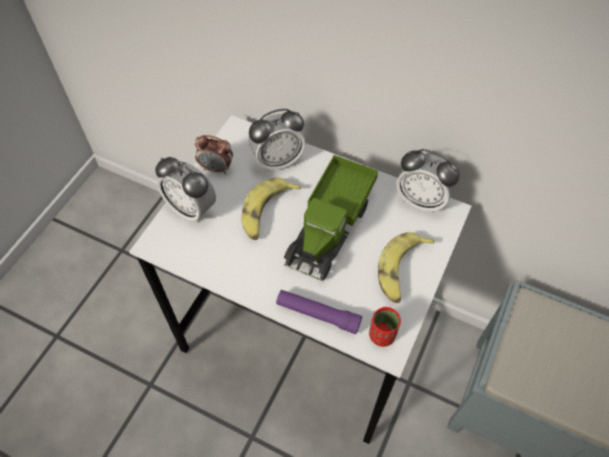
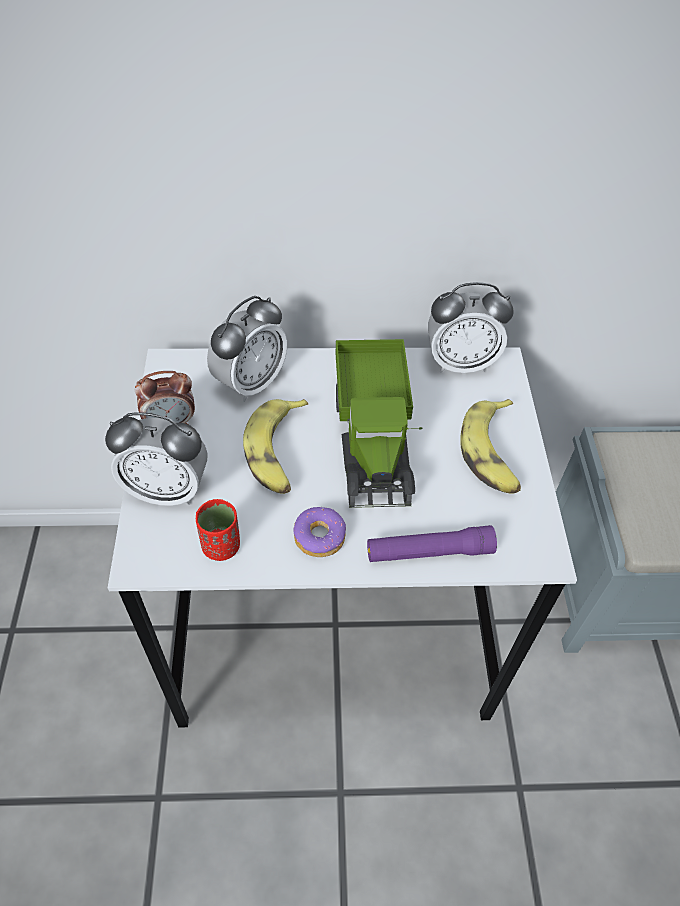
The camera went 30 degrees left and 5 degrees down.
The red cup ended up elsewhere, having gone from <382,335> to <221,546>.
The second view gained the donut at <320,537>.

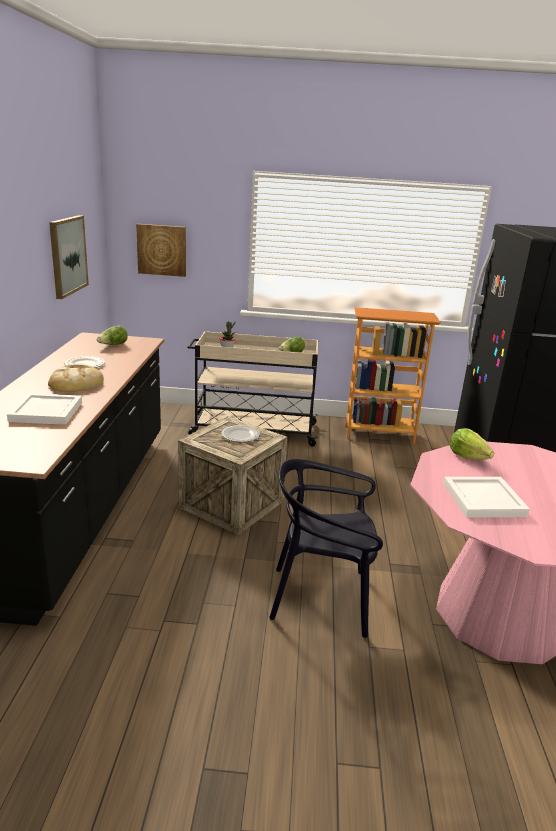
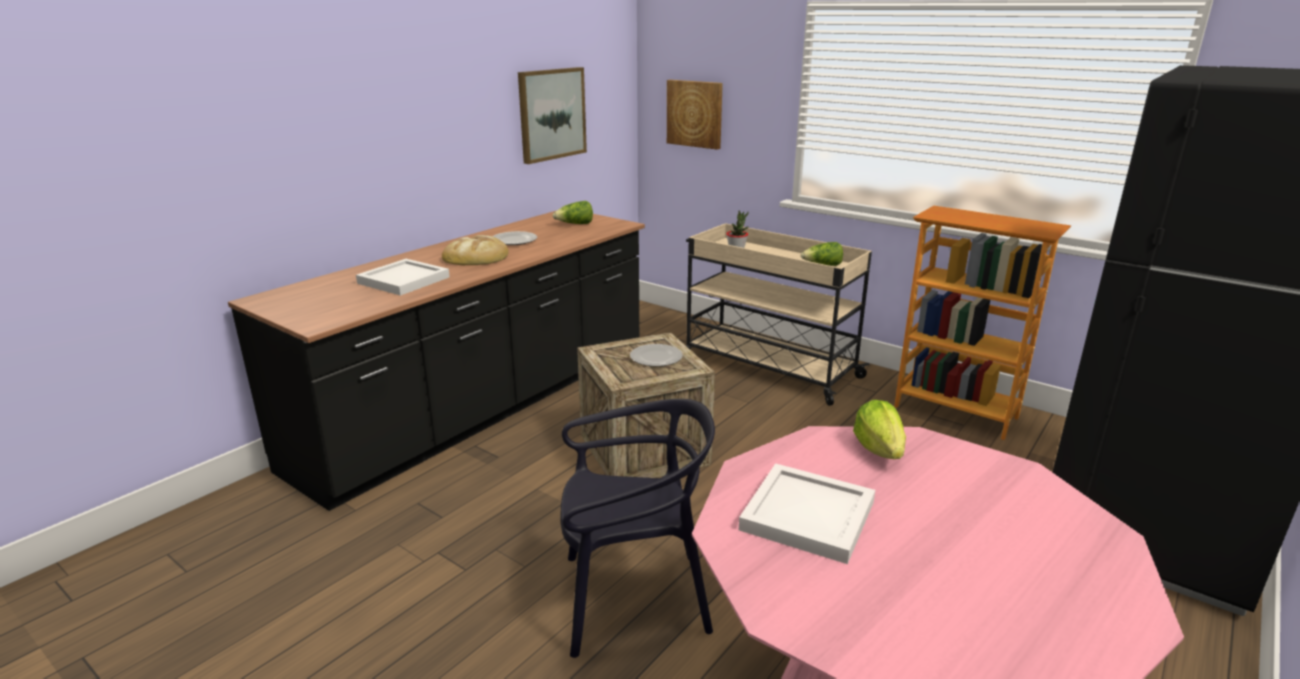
The camera went 35 degrees right and 0 degrees up.
The black chair at <321,598> ended up facing another way, 135 degrees clockwise from before.

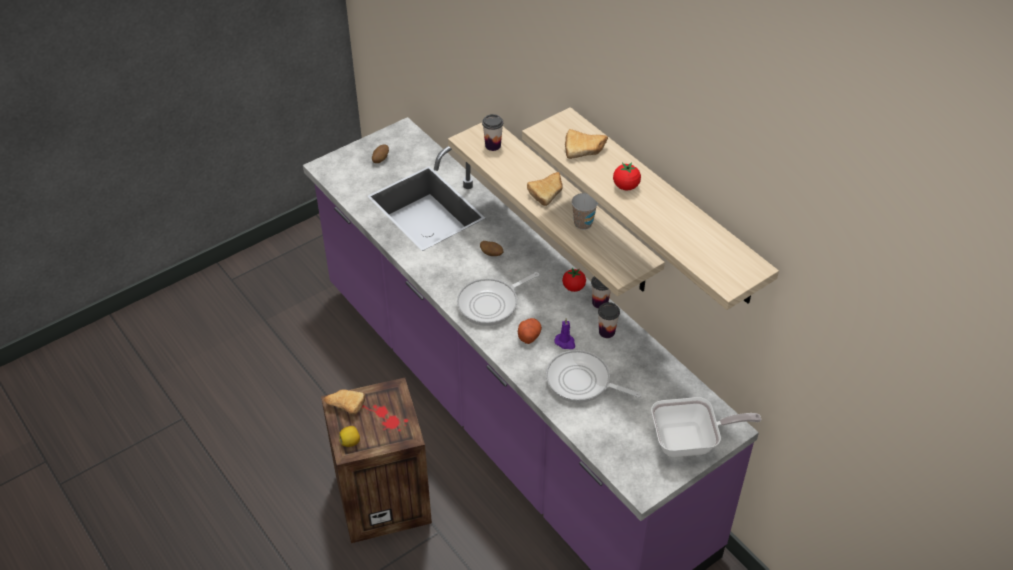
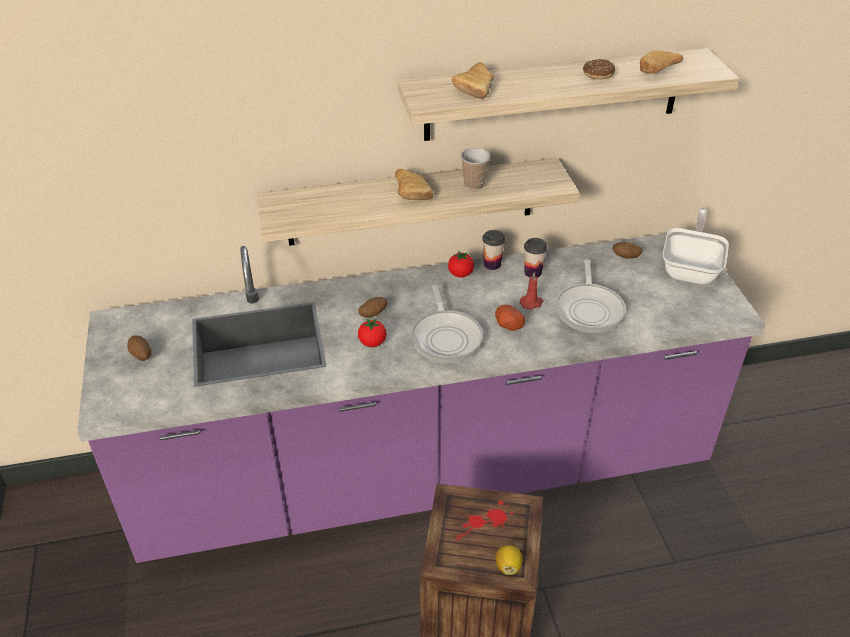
The camera went 65 degrees left and 5 degrees down.
The bread ended up elsewhere, having gone from <344,405> to <655,72>.
The second view lost the cup at <493,145>.
The frying pan at <582,382> ended up facing another way, 45 degrees counterclockwise from before.
What was the purple candle at <565,342> turned into the red candle at <531,303>.
The tomato ended up elsewhere, having gone from <626,186> to <372,343>.
The second view gained the donut at <598,74>.
The second view gained the potato at <625,257>.

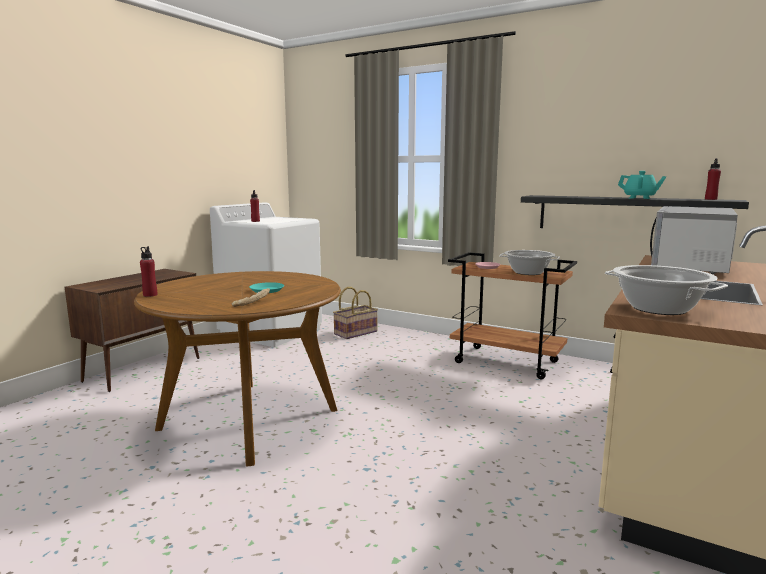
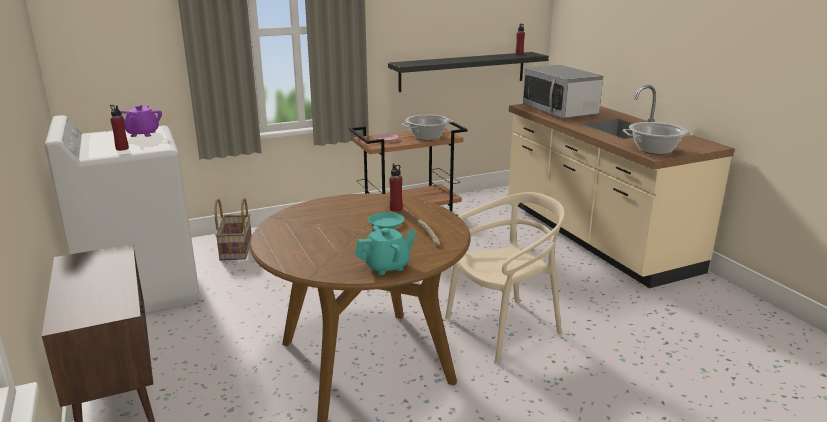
The camera went 55 degrees left and 10 degrees up.
The red bottle ended up elsewhere, having gone from <150,295> to <396,209>.
The turquoise teapot ended up elsewhere, having gone from <639,198> to <386,266>.
The second view gained the purple teapot at <143,134>.
The second view gained the beige chair at <503,328>.

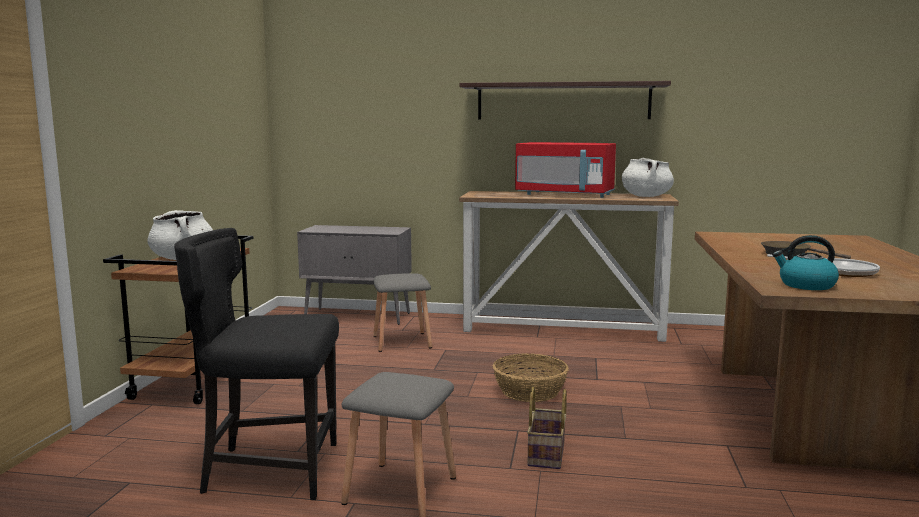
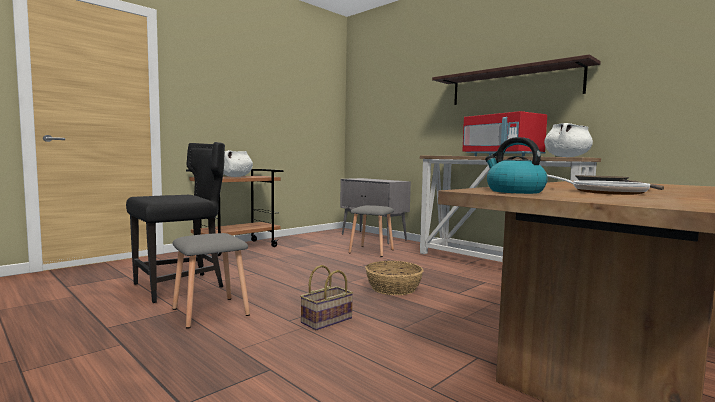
The camera went 35 degrees right and 5 degrees down.
The black chair at <269,469> ended up facing another way, 105 degrees clockwise from before.

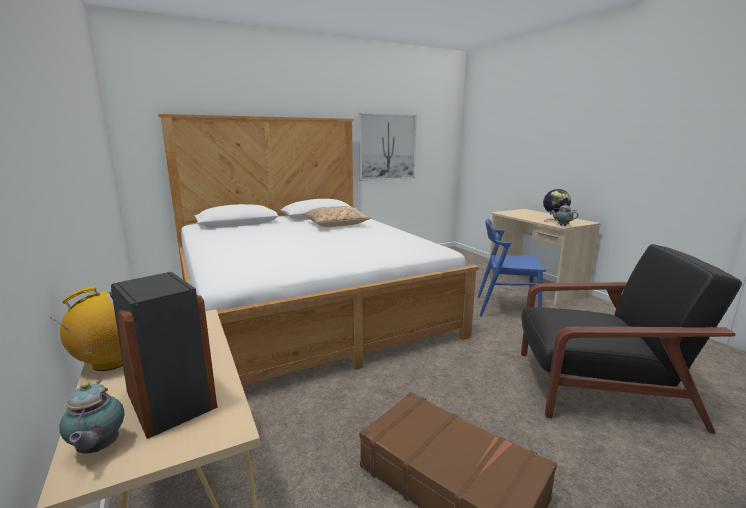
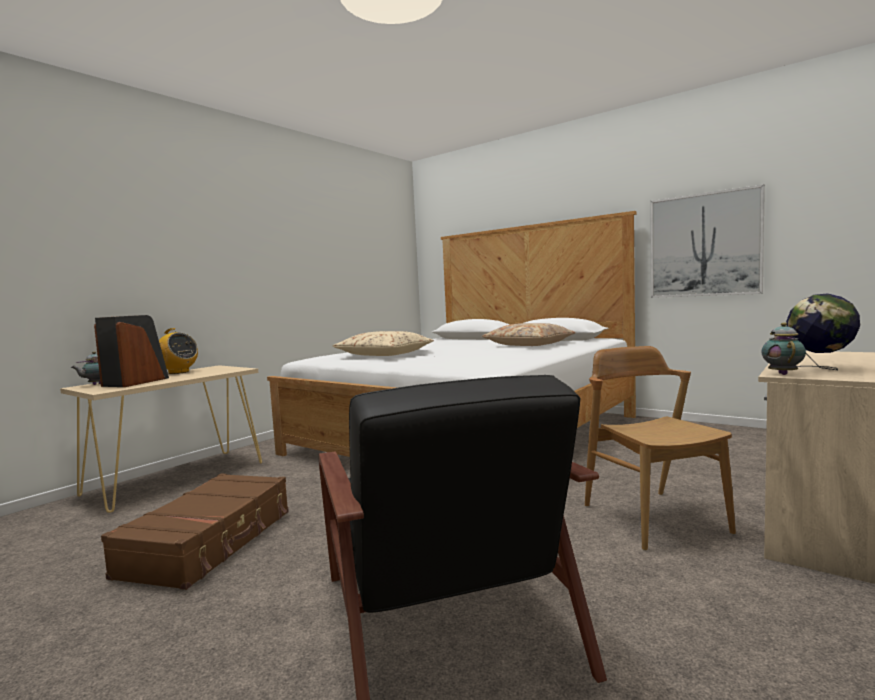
The camera went 65 degrees right and 10 degrees down.
What was the blue chair at <506,308> turned into the brown chair at <654,518>.
The second view gained the beige pillow at <384,354>.

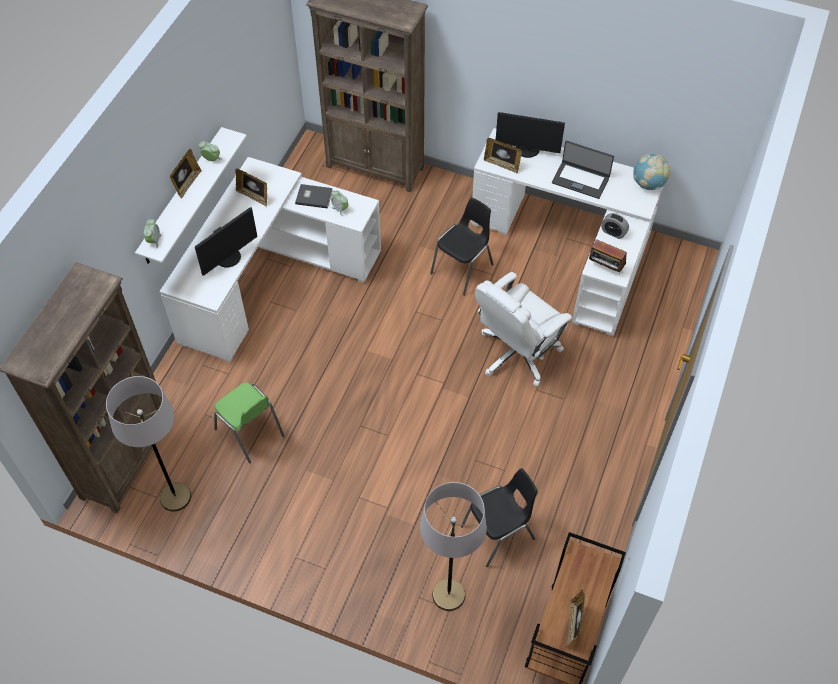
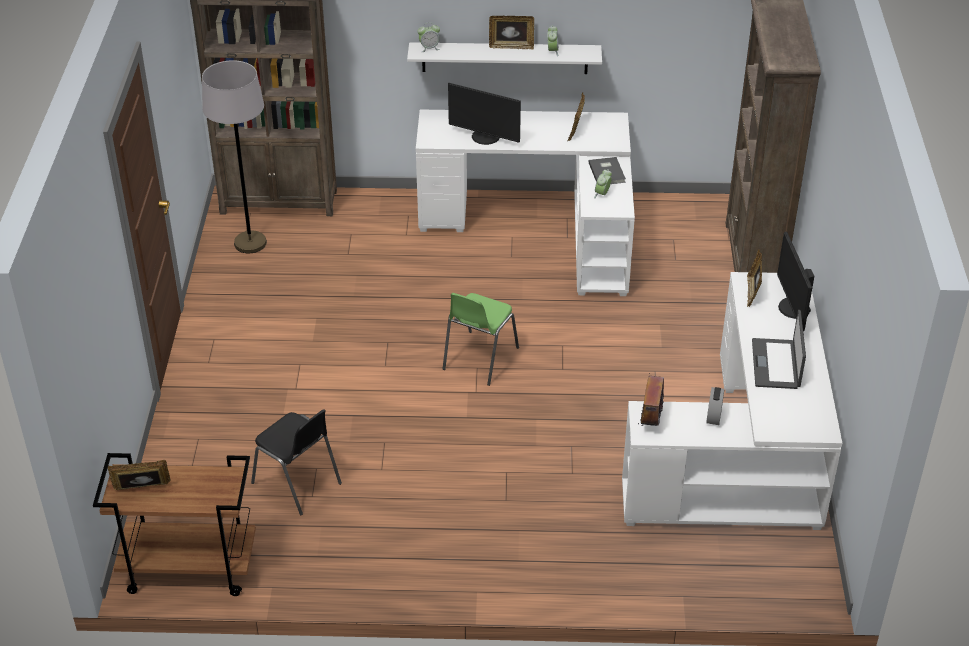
The camera went 70 degrees right and 15 degrees down.
The green chair ended up elsewhere, having gone from <250,433> to <479,359>.
The second view lost the grey floor lamp at <448,595>.
The second view lost the black chair at <463,269>.
The second view lost the white office chair at <517,353>.
The second view lost the globe at <648,184>.

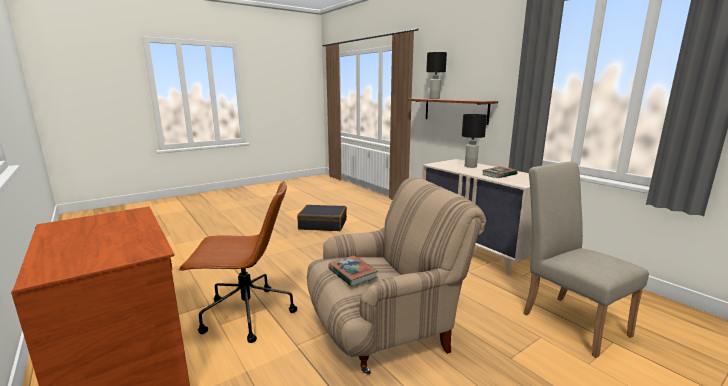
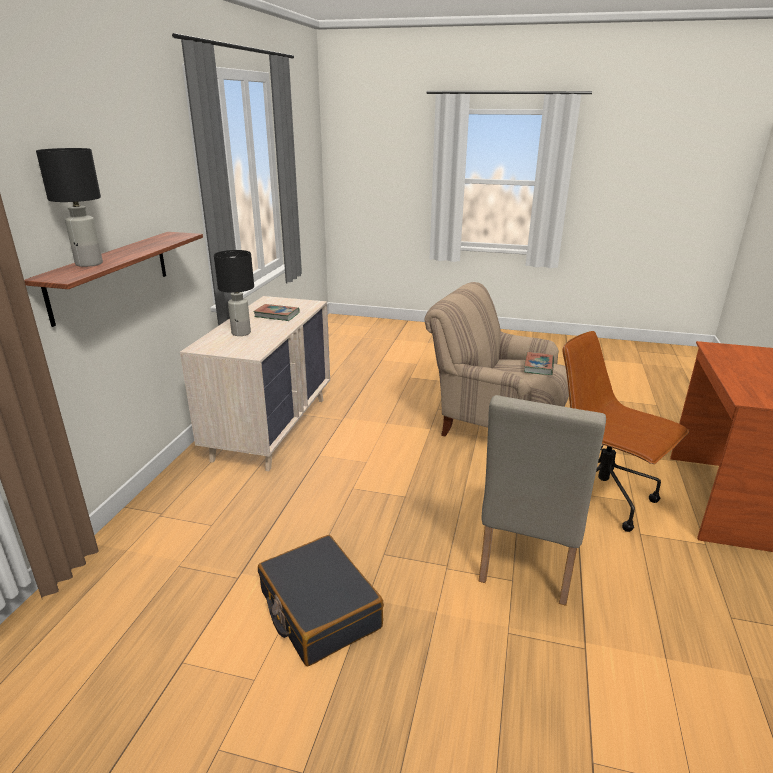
The camera went 130 degrees left and 10 degrees up.
The beige chair ended up elsewhere, having gone from <568,319> to <526,564>.

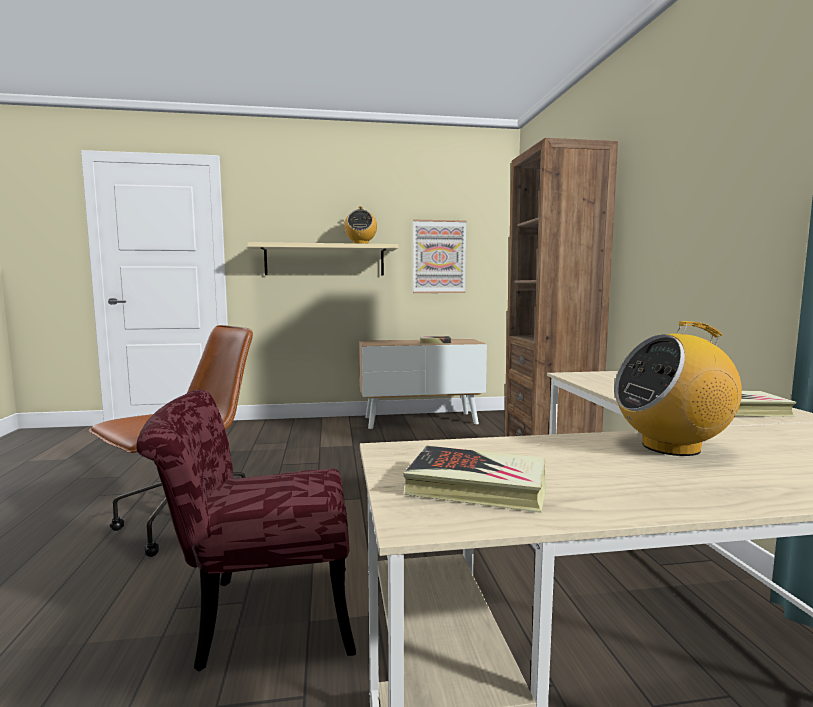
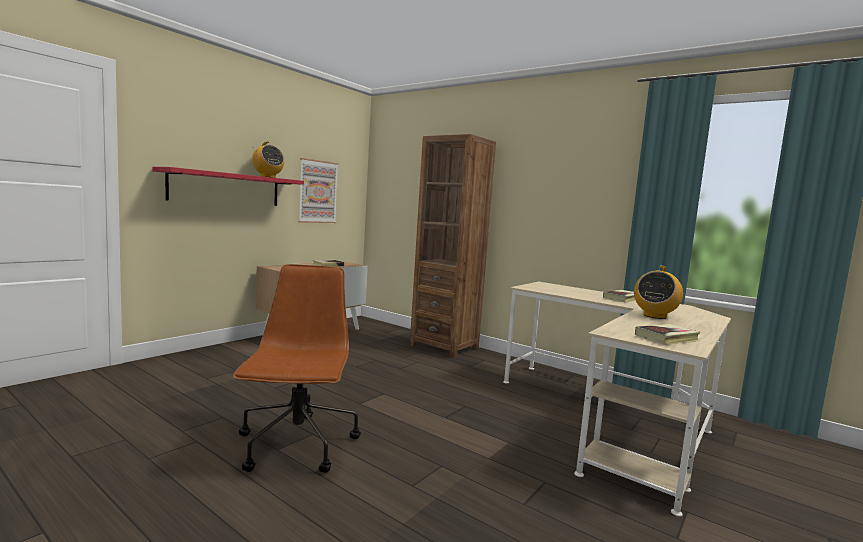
The camera went 45 degrees left and 0 degrees up.
The second view lost the red chair at <259,616>.
What was the beige shelf at <325,260> turned into the red shelf at <226,188>.

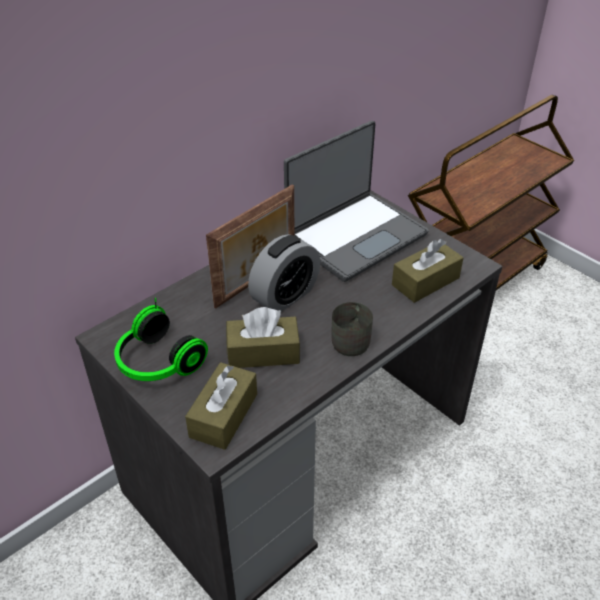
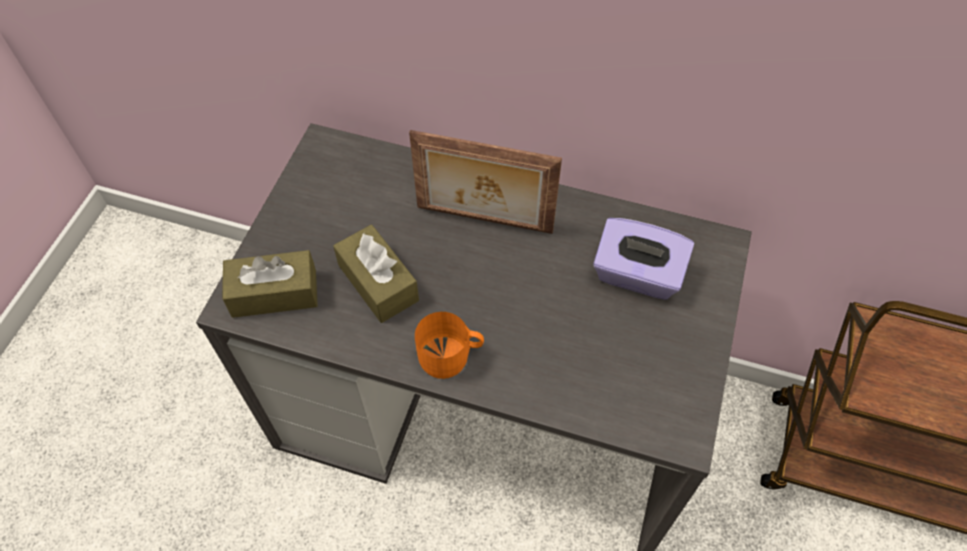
The camera went 60 degrees right and 15 degrees up.
The second view lost the headphones at <157,363>.
The second view lost the alarm clock at <285,296>.
Where the laptop stood at <354,236>, the purple tissue box came to stand at <637,275>.
What was the grey mug at <353,339> turned into the orange mug at <451,357>.
The second view lost the brown tissue box at <425,281>.

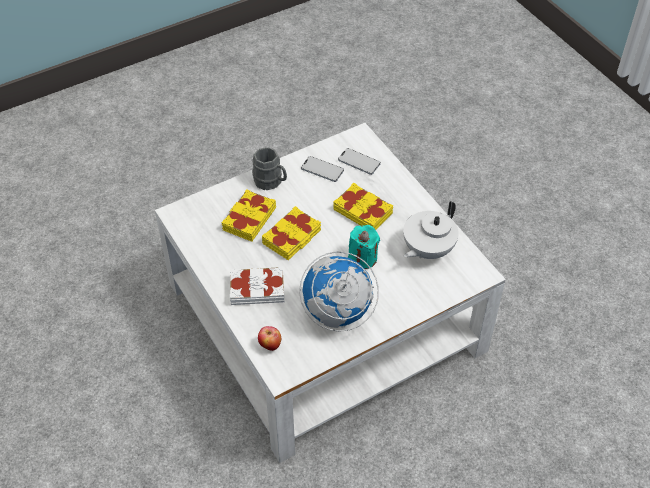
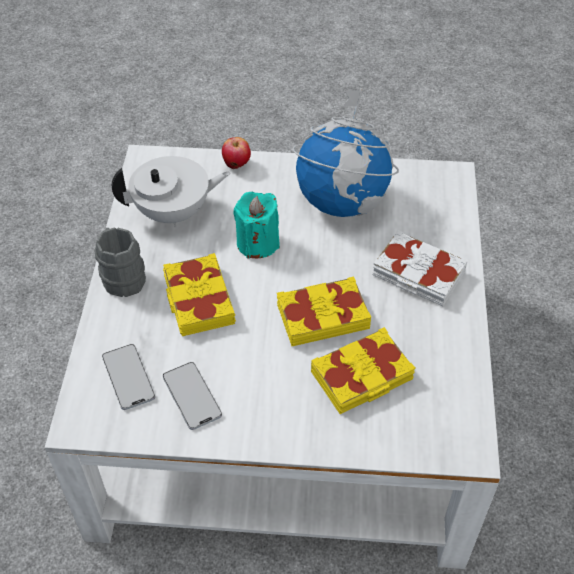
The camera went 145 degrees left and 0 degrees up.
The grey mug ended up elsewhere, having gone from <271,182> to <122,275>.
The apple ended up elsewhere, having gone from <270,345> to <237,165>.

